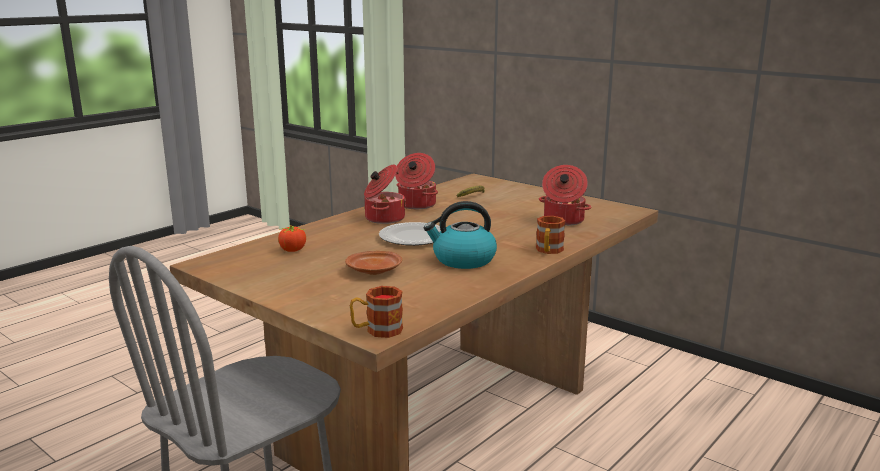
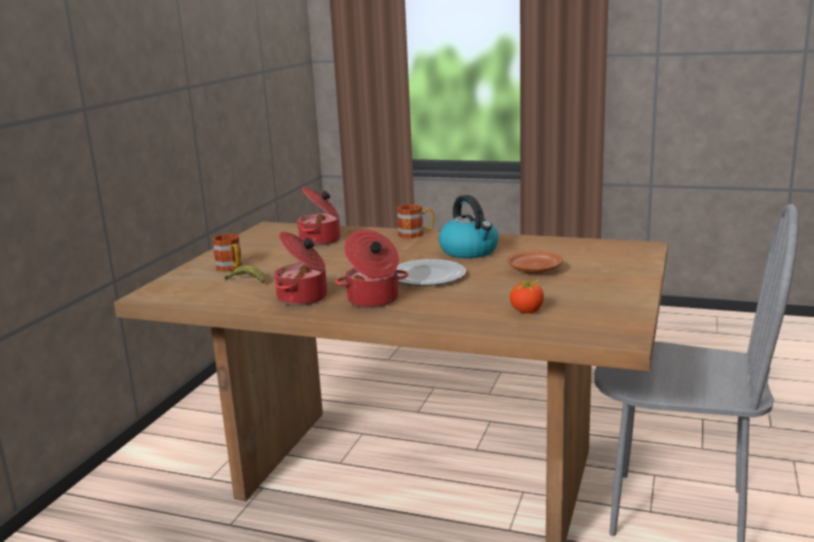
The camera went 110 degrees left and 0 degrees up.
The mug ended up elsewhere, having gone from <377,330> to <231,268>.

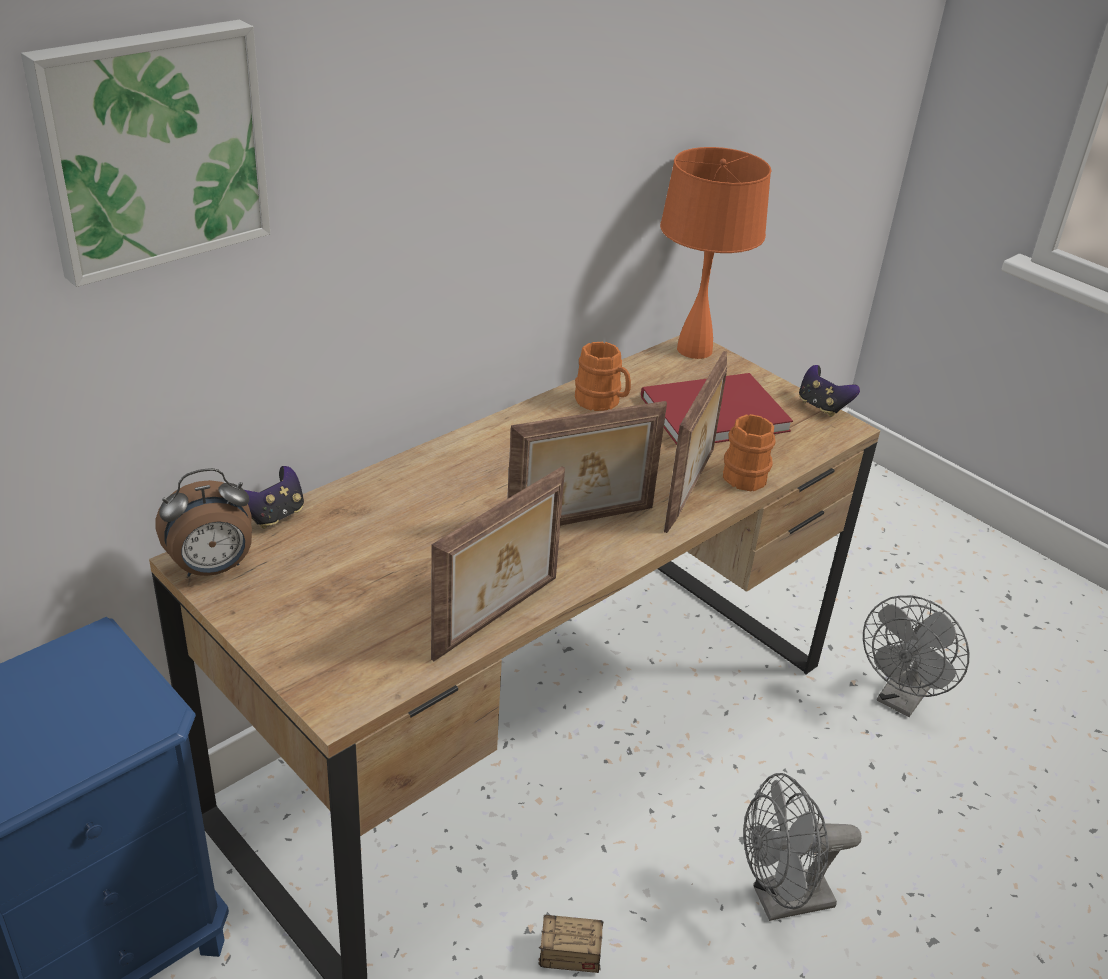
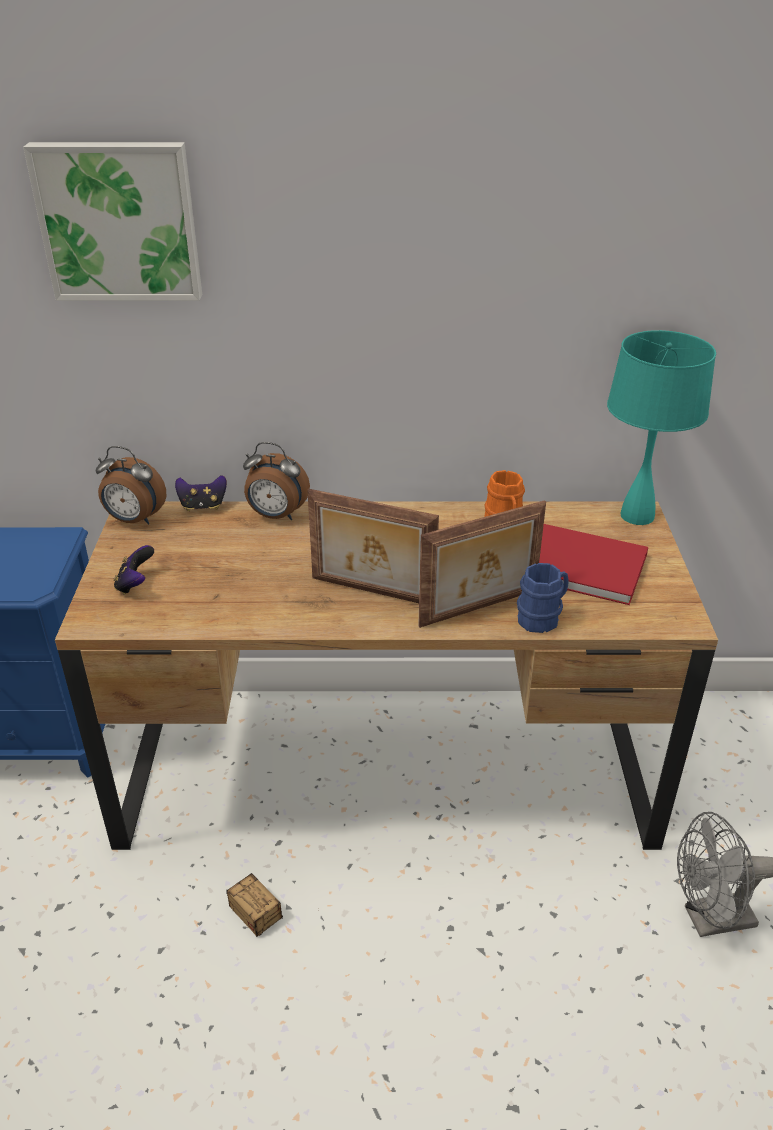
The camera went 45 degrees right and 0 degrees up.
The second view lost the picture frame at <498,618>.
What was the orange table lamp at <695,350> turned into the turquoise table lamp at <638,516>.
What was the orange mug at <745,473> turned into the blue mug at <542,617>.
The second view lost the grey fan at <781,901>.
The game controller ended up elsewhere, having gone from <822,407> to <135,584>.
The second view gained the alarm clock at <276,516>.

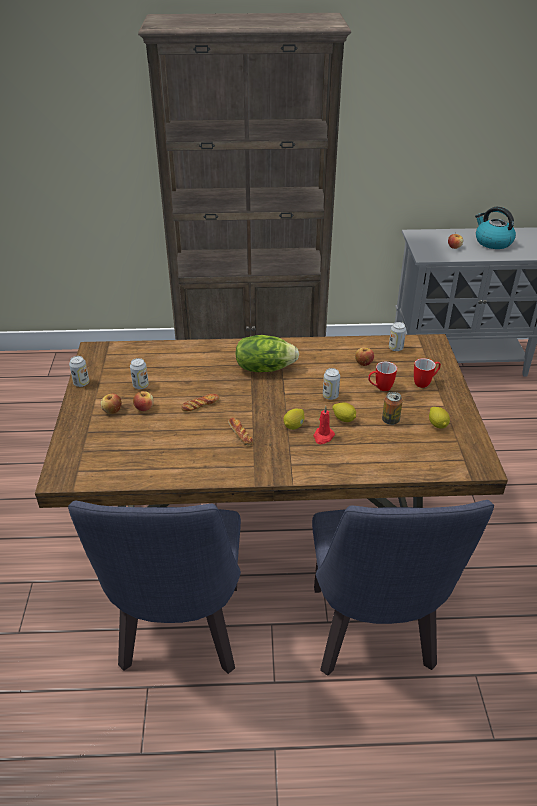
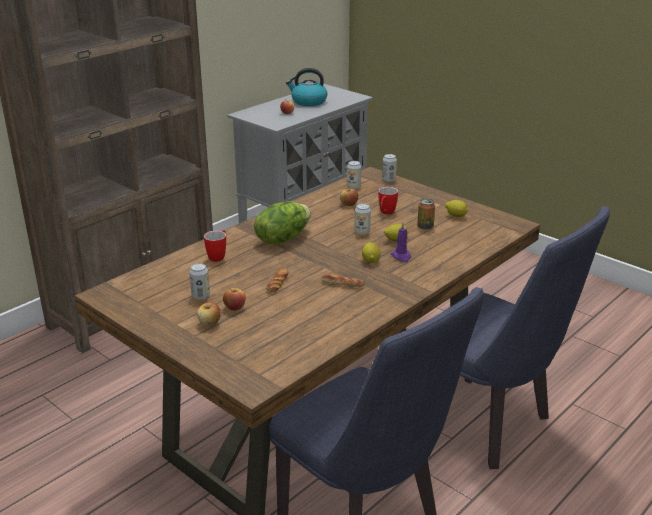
The camera went 45 degrees left and 10 degrees down.
The can ended up elsewhere, having gone from <81,383> to <389,179>.
What was the red candle at <323,437> turned into the purple candle at <401,256>.
The mug ended up elsewhere, having gone from <425,382> to <218,256>.

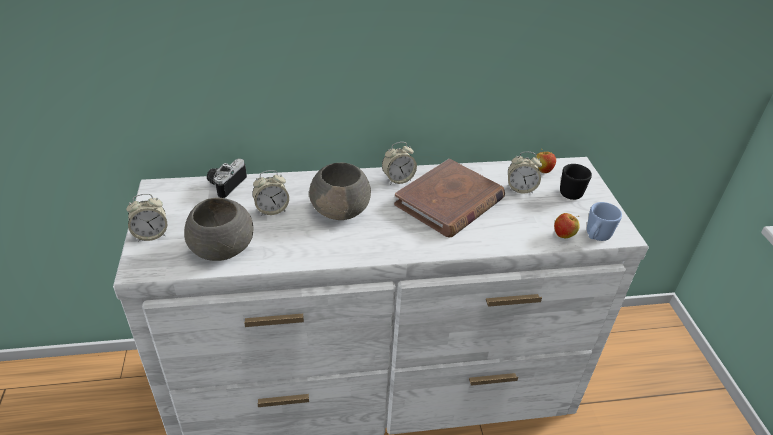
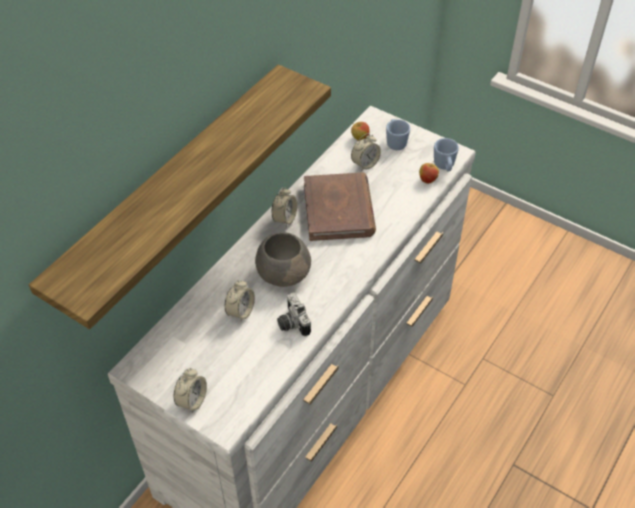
The camera went 45 degrees left and 10 degrees up.
The second view lost the grey bowl at <221,249>.
The photo camera ended up elsewhere, having gone from <225,184> to <291,323>.
What was the black mug at <572,191> turned into the blue mug at <395,142>.
The second view gained the shelf at <172,188>.

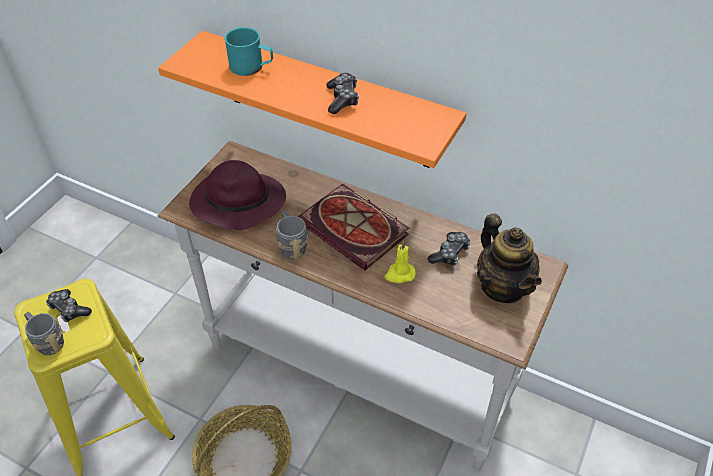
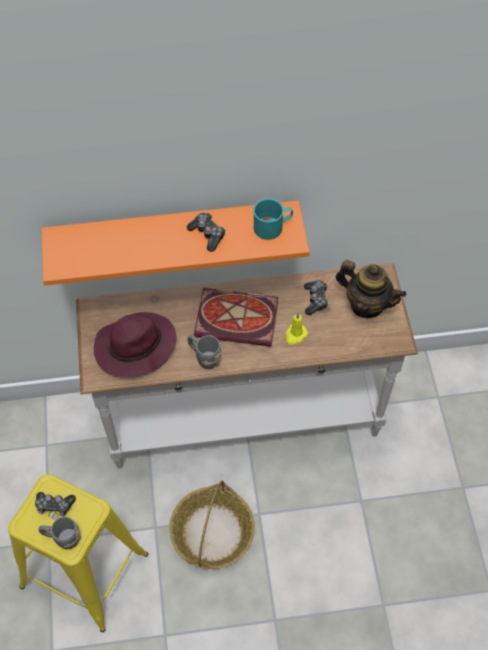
The camera went 35 degrees left and 10 degrees up.
The turquoise mug ended up elsewhere, having gone from <251,67> to <272,227>.

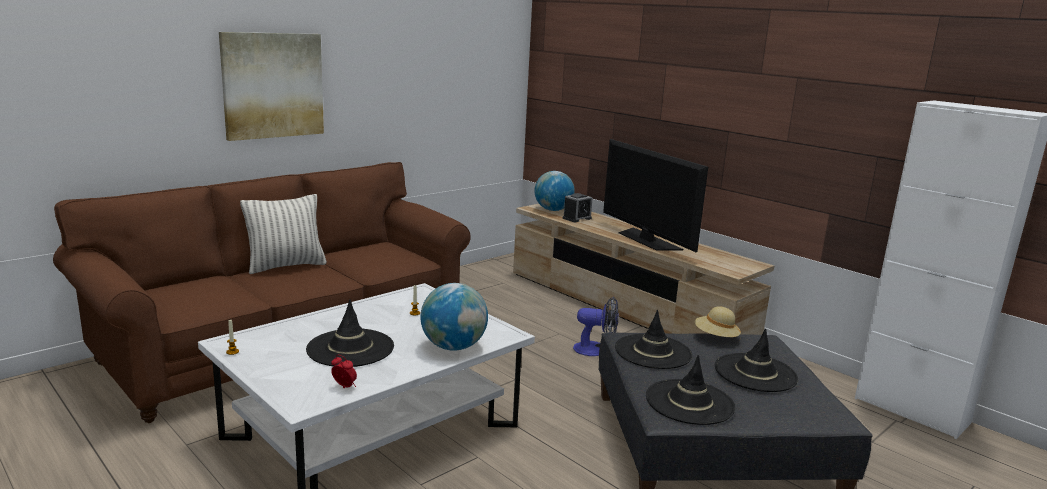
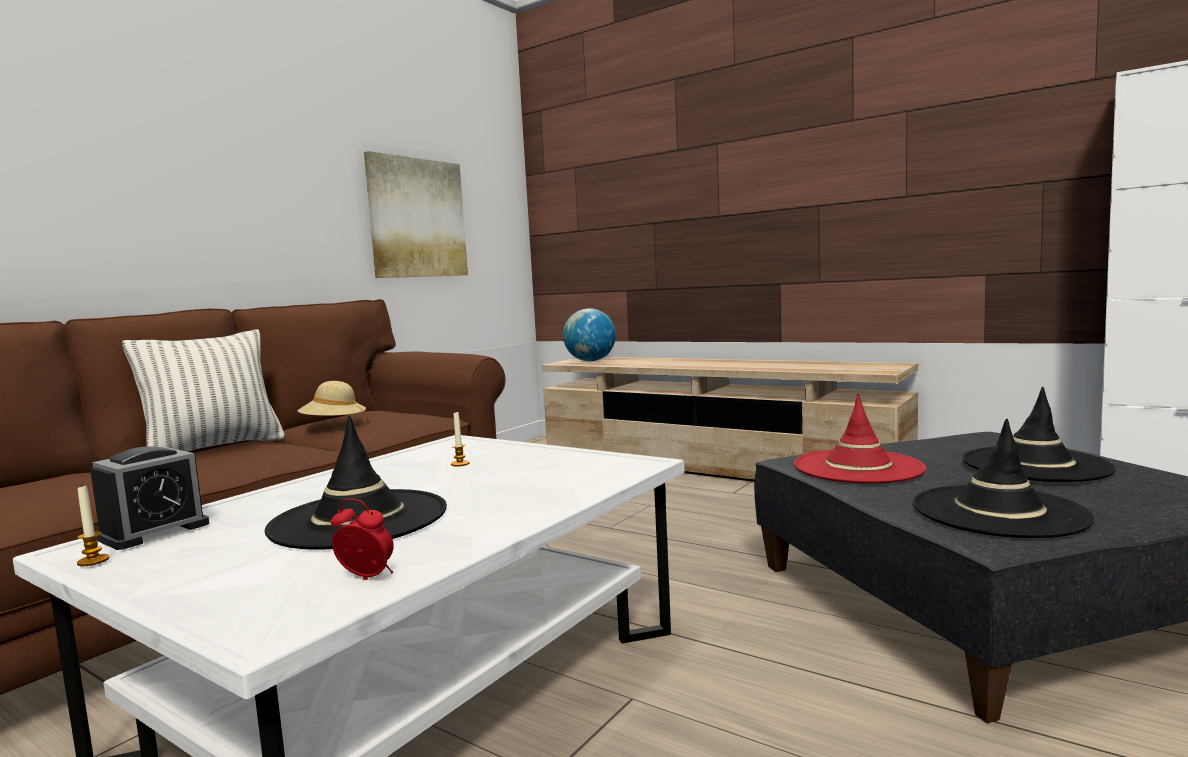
The camera went 10 degrees left and 10 degrees down.
The picture ended up elsewhere, having gone from <273,85> to <417,218>.
The second view lost the globe at <453,347>.
The alarm clock ended up elsewhere, having gone from <577,218> to <154,531>.
The second view lost the fan at <596,350>.
The second view lost the television at <647,240>.
What was the black hat at <653,352> turned into the red hat at <858,467>.
The beige hat ended up elsewhere, having gone from <715,337> to <334,425>.

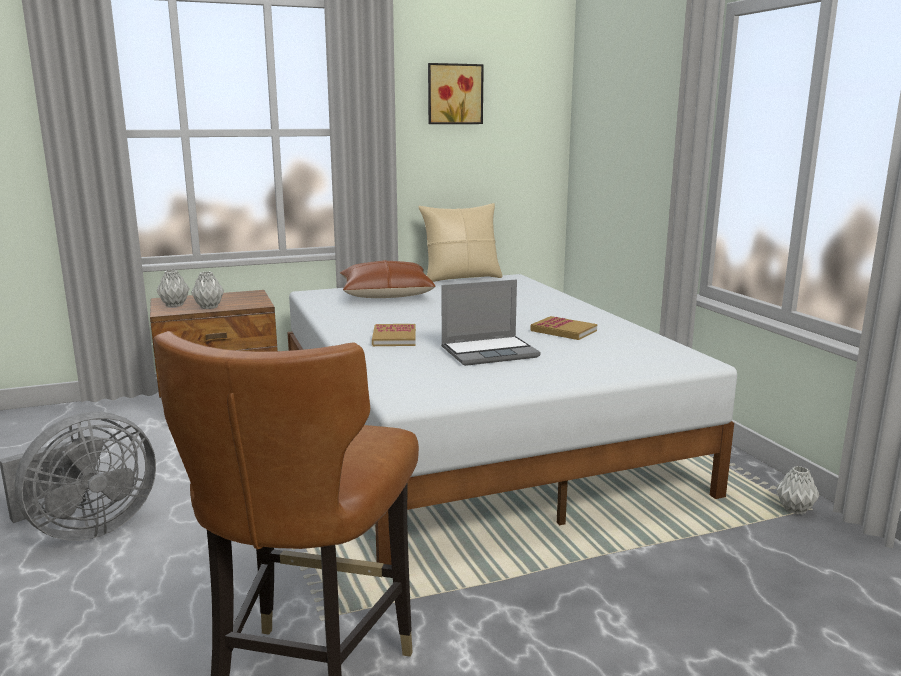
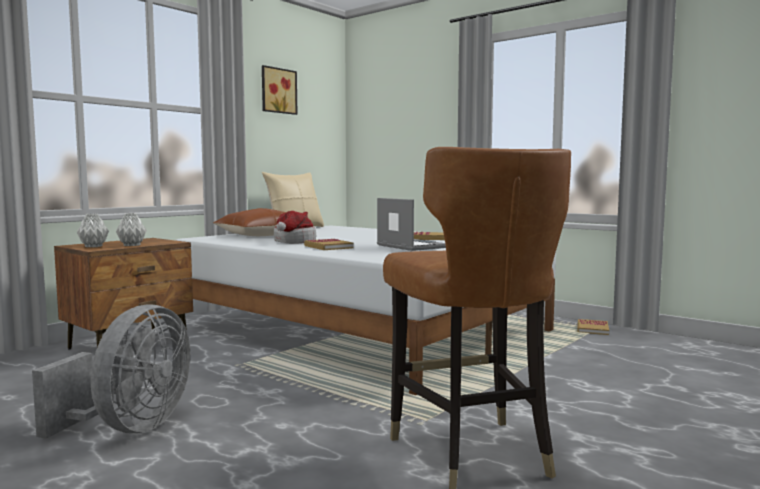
The camera went 30 degrees left and 10 degrees down.
The laptop at <490,352> ended up facing another way, 75 degrees counterclockwise from before.
Where the grey vase stood at <795,510>, the book came to stand at <592,329>.
The second view gained the hat at <293,241>.

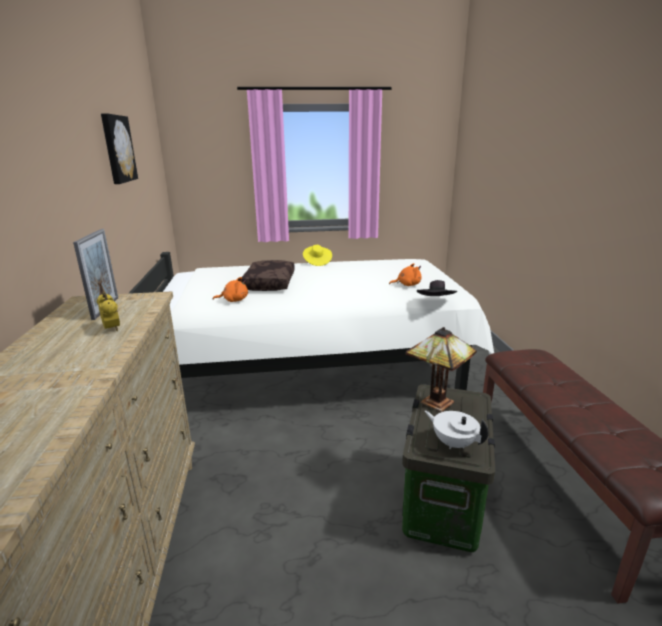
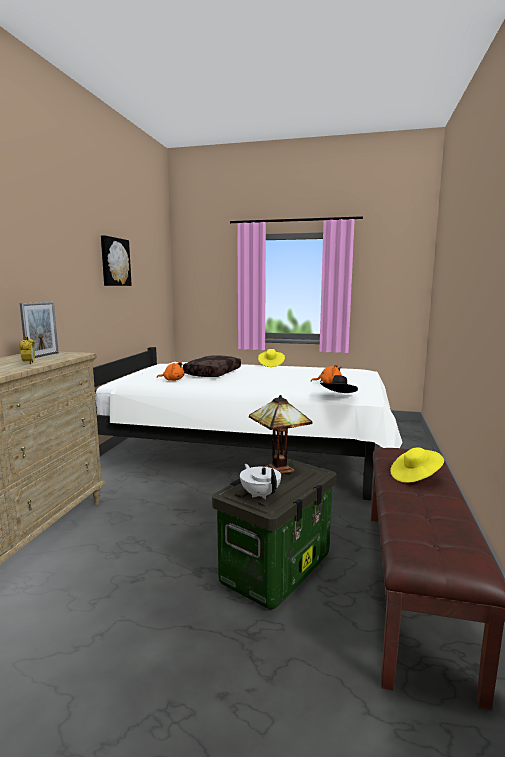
The camera went 20 degrees right and 10 degrees down.
The second view gained the yellow hat at <415,477>.

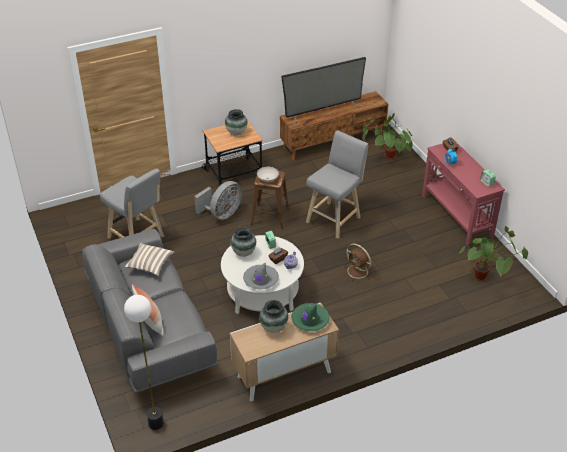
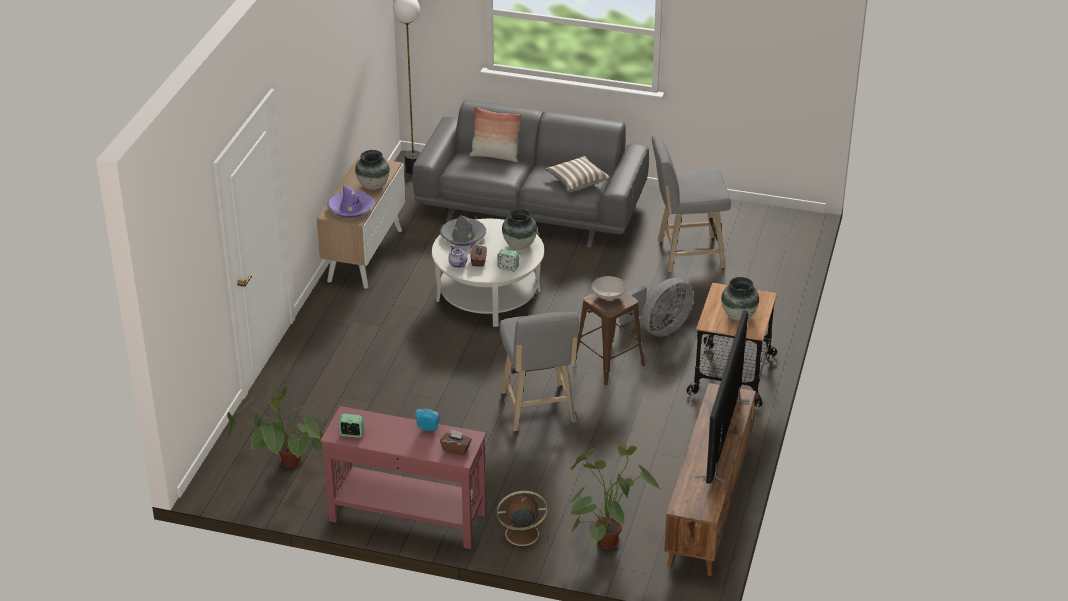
The camera went 130 degrees right and 5 degrees down.
The grey fan at <222,214> ended up facing another way, 120 degrees counterclockwise from before.
What was the green hat at <310,320> turned into the purple hat at <351,208>.
The brown fan ended up elsewhere, having gone from <358,272> to <520,534>.

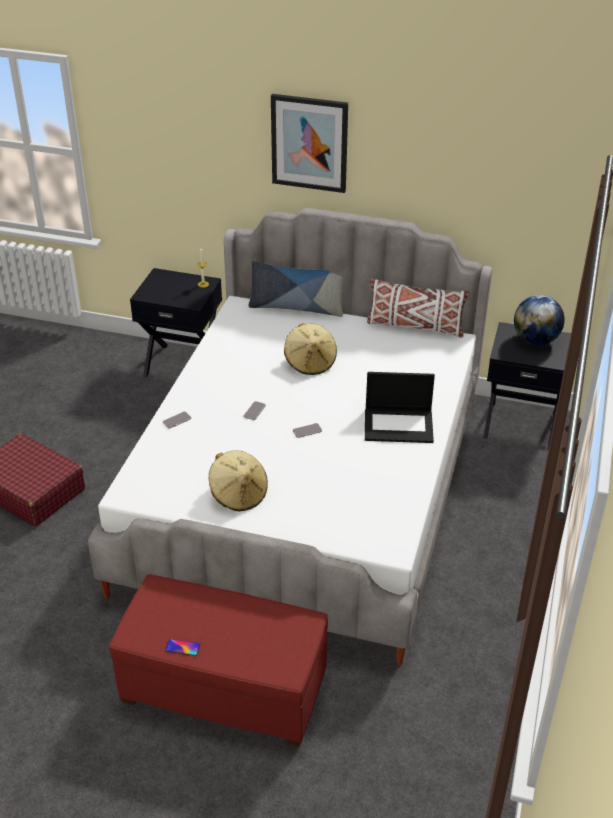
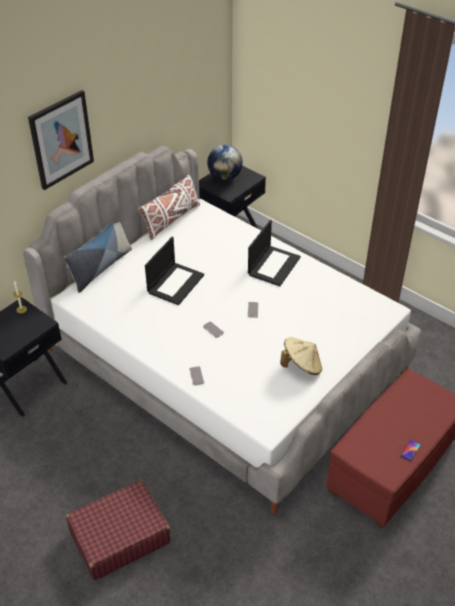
The camera went 65 degrees left and 5 degrees up.
Where the beige hat stood at <310,362>, the laptop came to stand at <175,283>.

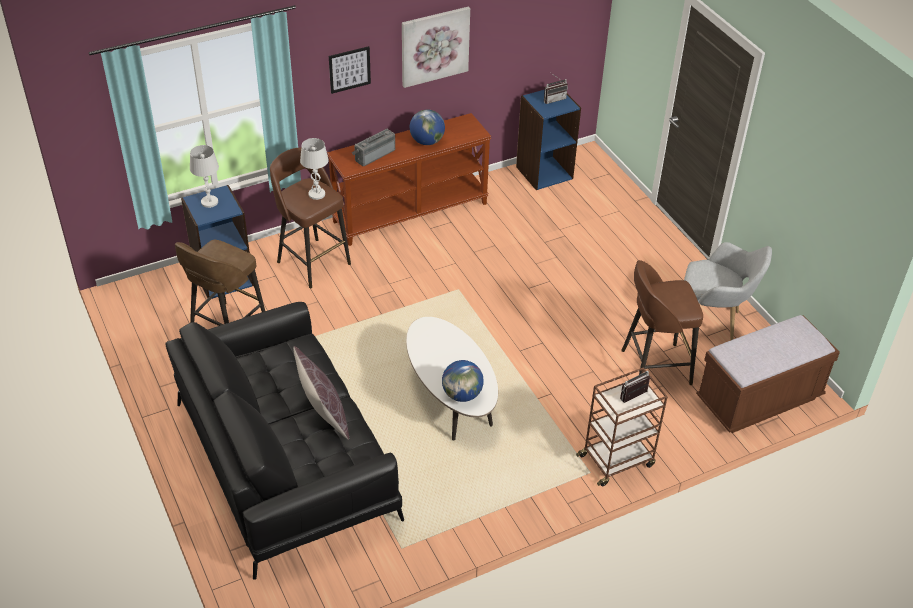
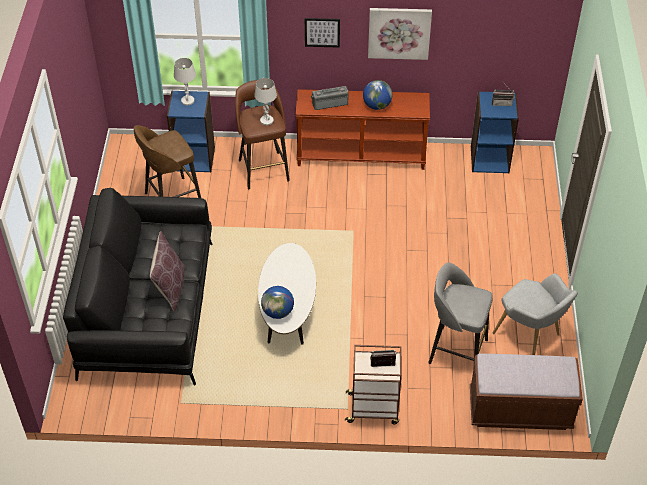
The camera went 30 degrees right and 5 degrees up.
What was the brown stool at <653,367> turned into the grey stool at <456,351>.

